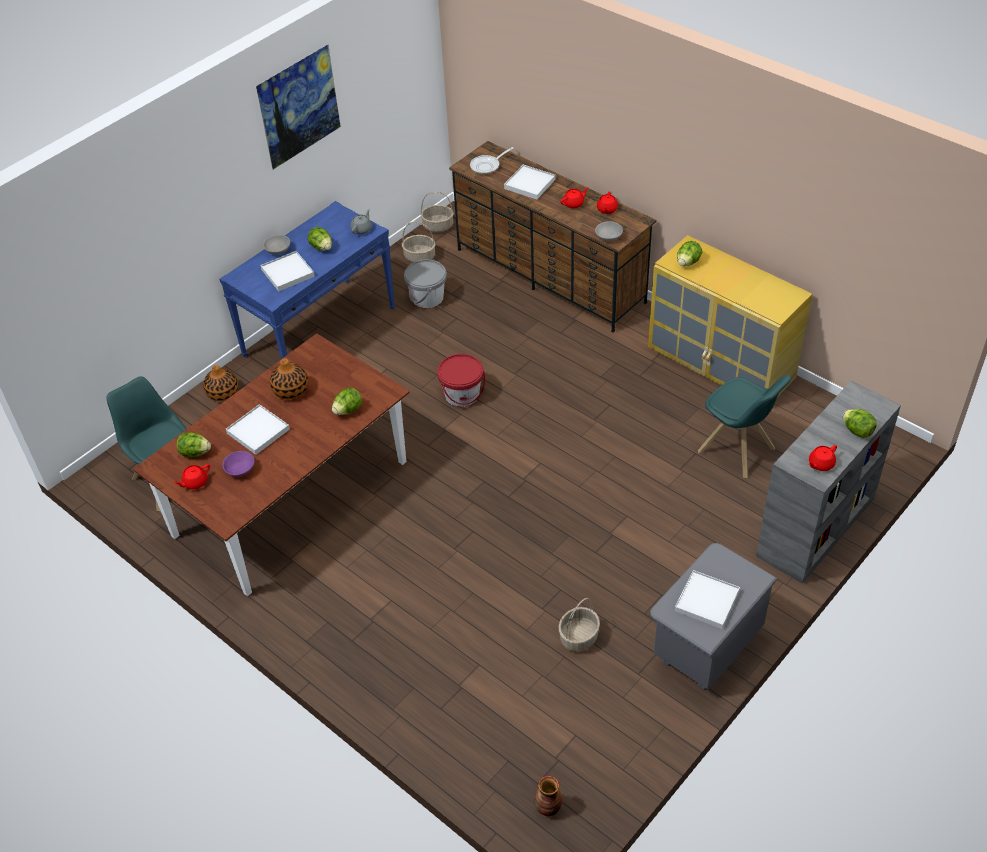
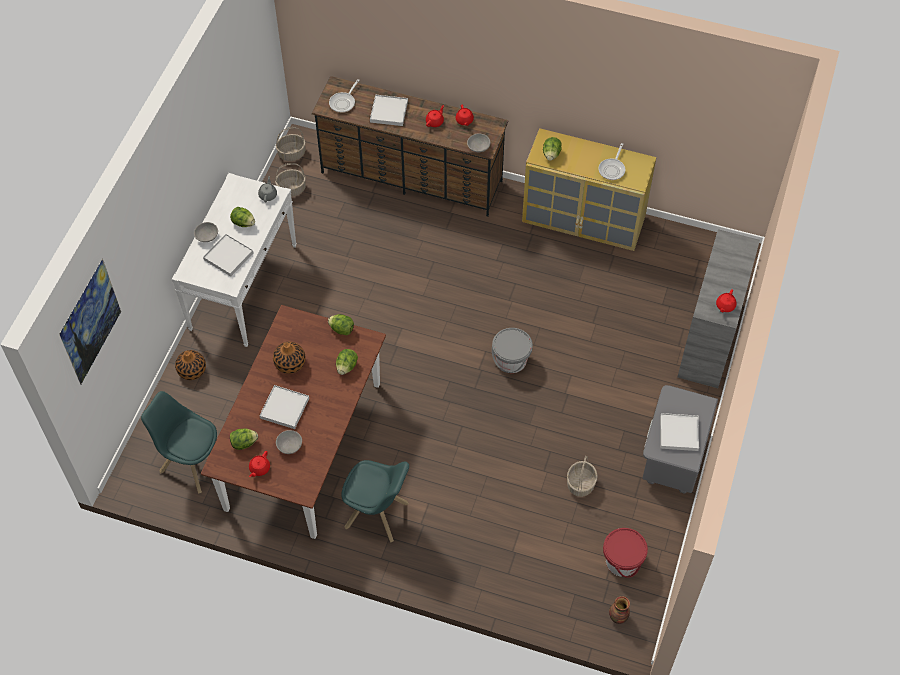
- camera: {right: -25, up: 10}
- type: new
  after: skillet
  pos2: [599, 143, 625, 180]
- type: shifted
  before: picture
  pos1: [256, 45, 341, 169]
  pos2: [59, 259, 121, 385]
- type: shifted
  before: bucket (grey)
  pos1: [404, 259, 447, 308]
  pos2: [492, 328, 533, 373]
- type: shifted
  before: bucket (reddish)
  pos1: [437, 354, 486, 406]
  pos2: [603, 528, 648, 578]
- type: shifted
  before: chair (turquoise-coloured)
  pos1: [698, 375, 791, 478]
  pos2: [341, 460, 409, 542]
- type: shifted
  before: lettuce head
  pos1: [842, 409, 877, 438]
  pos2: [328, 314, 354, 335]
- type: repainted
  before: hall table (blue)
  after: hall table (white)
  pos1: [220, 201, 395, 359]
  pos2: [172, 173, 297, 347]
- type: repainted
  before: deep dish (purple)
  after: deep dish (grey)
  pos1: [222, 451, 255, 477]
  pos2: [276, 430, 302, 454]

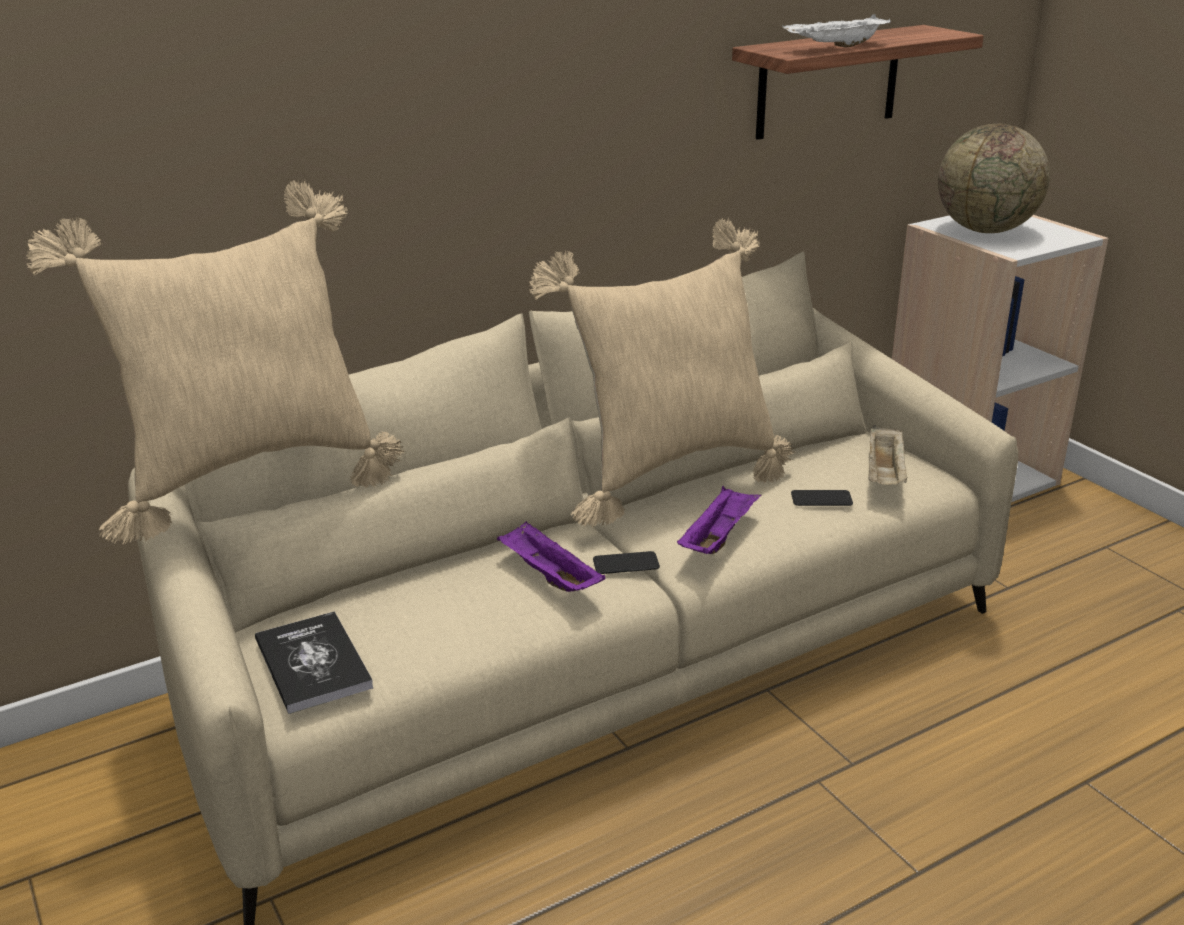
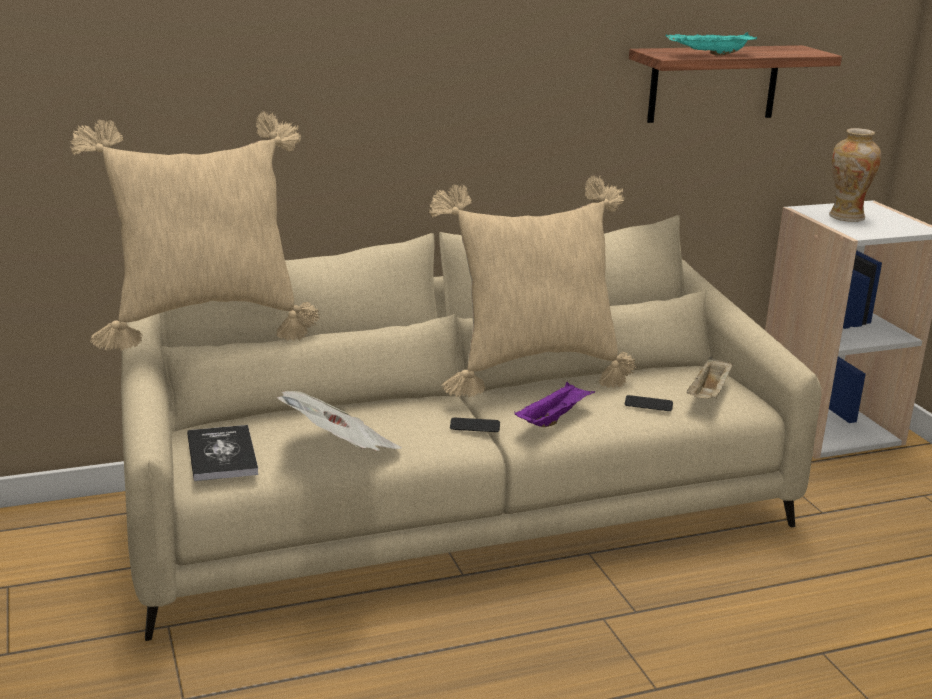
- camera: {right: 10, up: -5}
- type: gone
  before: carrying tray (purple)
  pos1: [497, 521, 606, 592]
- type: new
  after: daily paper
  pos2: [277, 391, 402, 451]
- type: swapped
  before: desk globe
  after: vase
  pos1: [938, 124, 1050, 233]
  pos2: [829, 128, 881, 222]
- type: repainted
  before: carrying tray (white)
  after: carrying tray (turquoise-coloured)
  pos1: [782, 14, 891, 48]
  pos2: [666, 32, 757, 56]

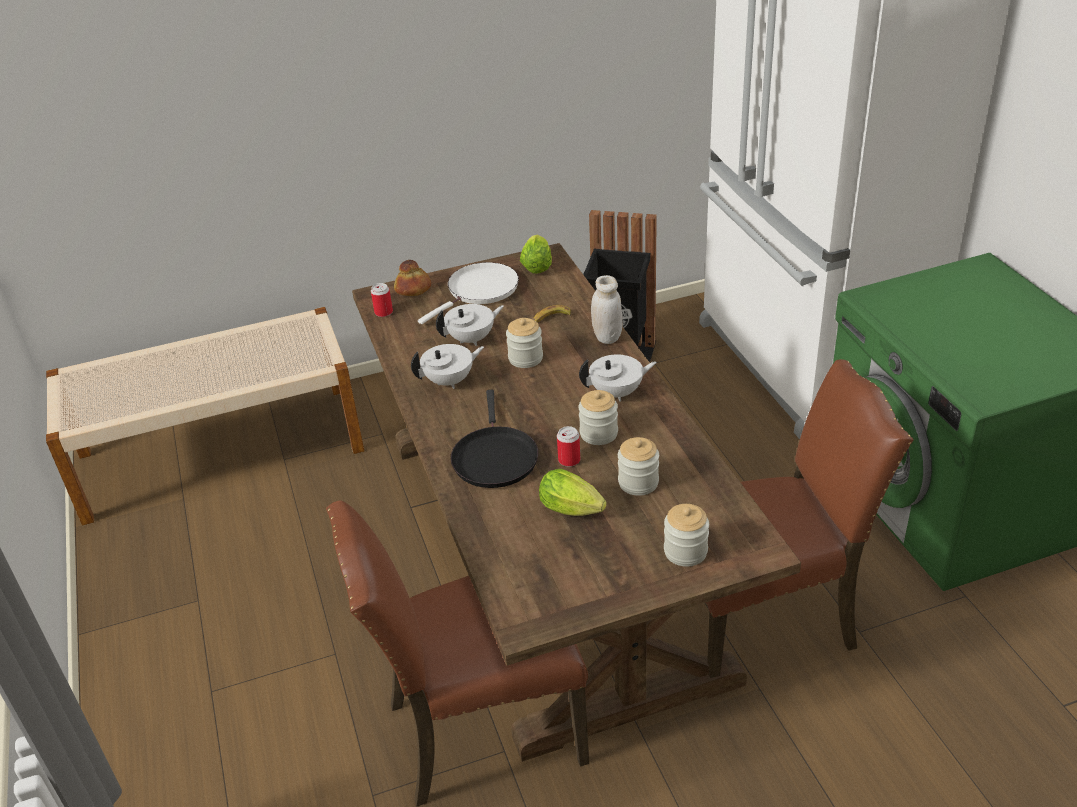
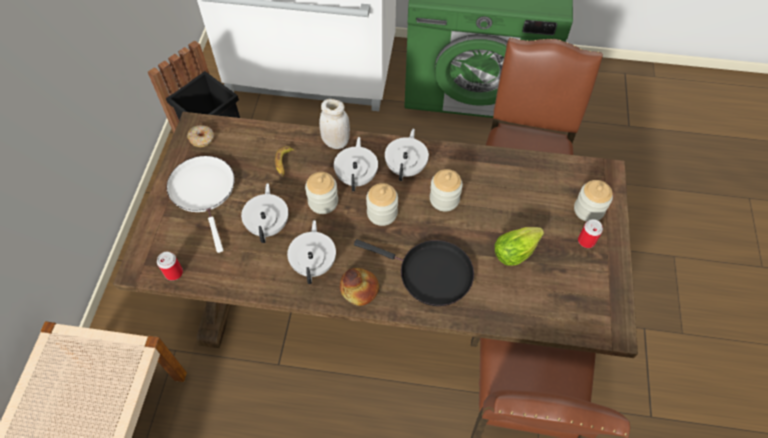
- camera: {right: -65, up: 20}
- type: new
  after: teapot (white)
  pos2: [334, 137, 378, 192]
- type: shifted
  before: bread
  pos1: [394, 260, 431, 296]
  pos2: [340, 268, 379, 306]
- type: shifted
  before: metal can
  pos1: [557, 426, 580, 467]
  pos2: [578, 219, 603, 248]
- type: shifted
  before: jar
  pos1: [618, 437, 659, 496]
  pos2: [366, 183, 398, 226]
- type: swapped
  before: lettuce head
  after: doughnut
  pos1: [520, 234, 552, 274]
  pos2: [187, 125, 214, 147]

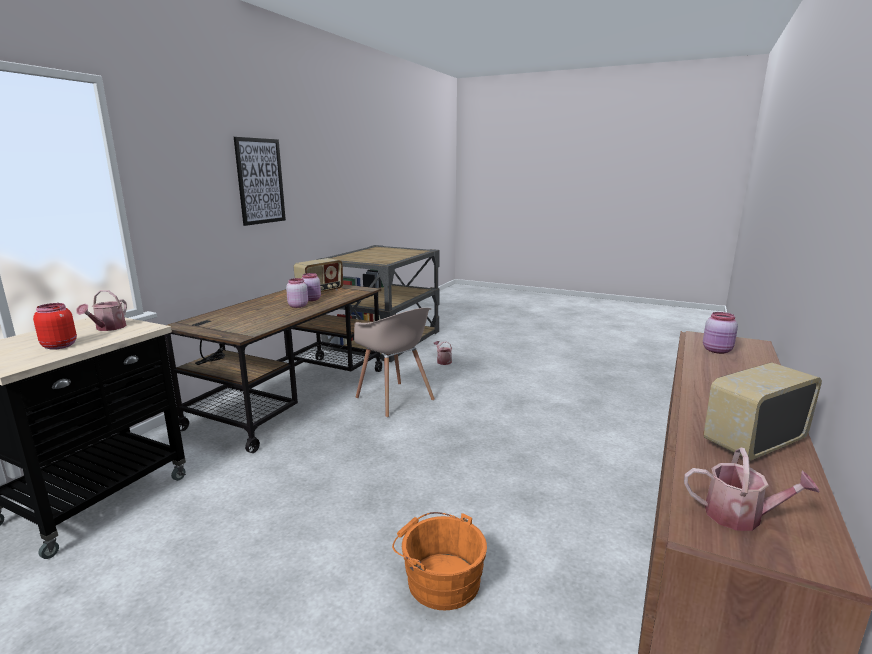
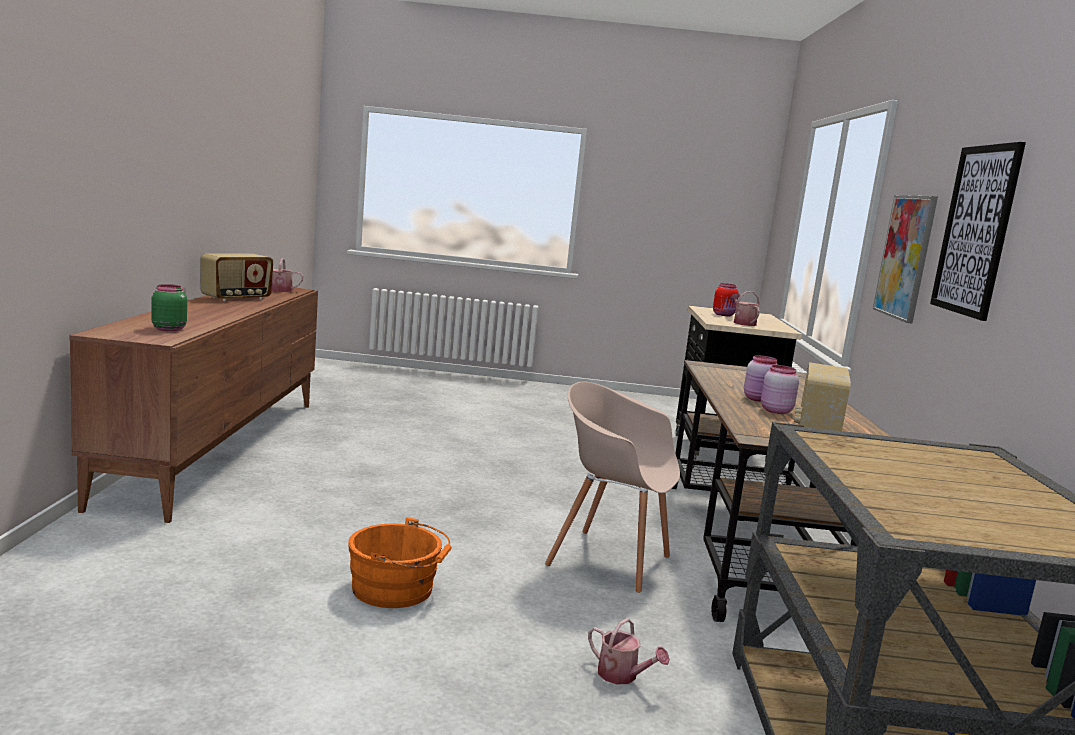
- camera: {right: 155, up: -5}
- type: new
  after: picture
  pos2: [873, 195, 938, 324]
- type: shifted
  before: bucket (orangey)
  pos1: [392, 512, 487, 610]
  pos2: [348, 517, 452, 608]
- type: repainted
  before: jar (pink)
  after: jar (green-coloured)
  pos1: [703, 312, 738, 354]
  pos2: [152, 284, 187, 331]

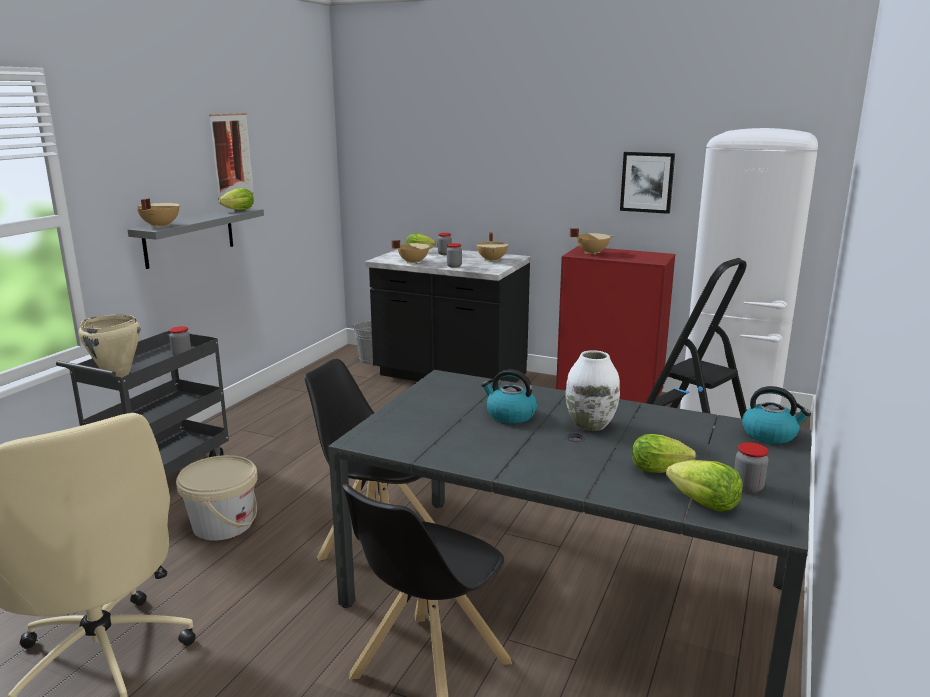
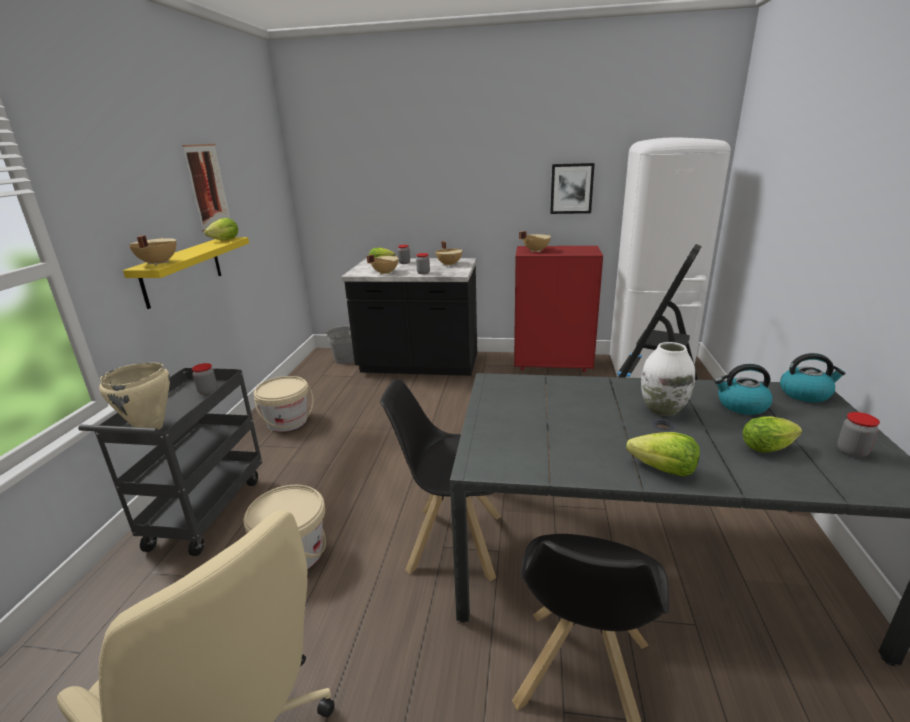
- camera: {right: -15, up: 5}
- type: new
  after: bucket (sand-coloured)
  pos2: [254, 376, 313, 432]
- type: shifted
  before: tea kettle
  pos1: [481, 369, 537, 423]
  pos2: [714, 364, 773, 415]
- type: shifted
  before: lettuce head
  pos1: [666, 460, 743, 512]
  pos2: [626, 432, 700, 476]
- type: repainted
  before: shelf (grey)
  after: shelf (yellow-coloured)
  pos1: [127, 208, 264, 269]
  pos2: [123, 237, 249, 309]

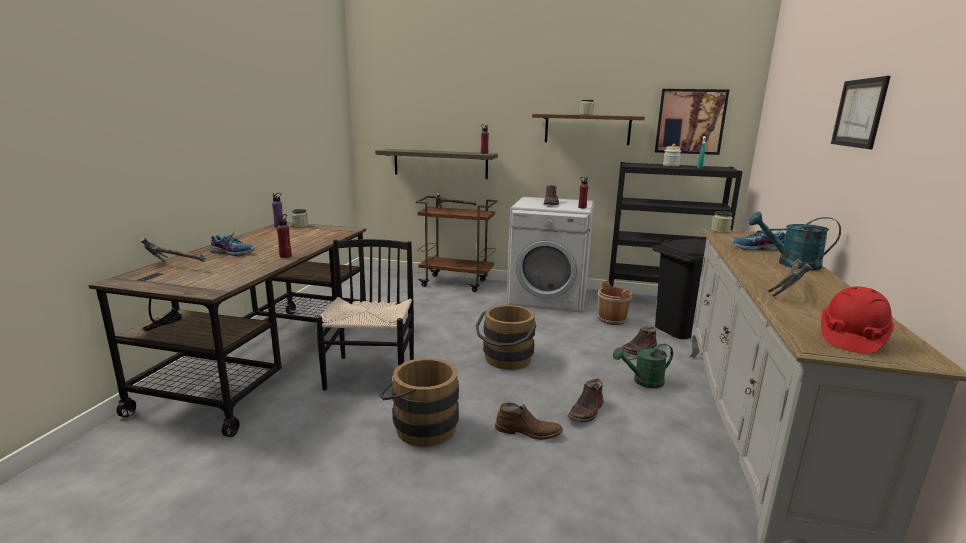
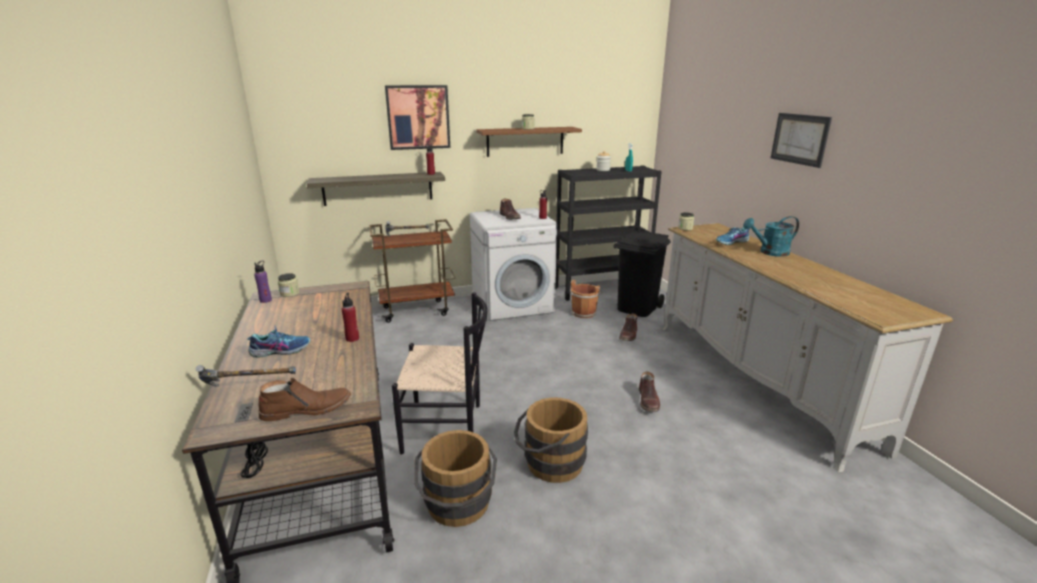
- camera: {right: -30, up: 5}
- type: gone
  before: sprinkling can (green-coloured)
  pos1: [613, 344, 673, 389]
- type: gone
  before: hand hammer
  pos1: [768, 259, 812, 297]
- type: gone
  before: work helmet (reddish)
  pos1: [821, 286, 895, 354]
- type: shifted
  before: bucket (brownish)
  pos1: [476, 305, 537, 370]
  pos2: [414, 430, 497, 527]
- type: shifted
  before: tall boot (brownish)
  pos1: [495, 402, 563, 440]
  pos2: [258, 378, 351, 421]
- type: shifted
  before: picture
  pos1: [655, 89, 729, 155]
  pos2: [385, 85, 450, 150]
- type: rotated
  before: chair (black)
  pos1: [316, 239, 414, 390]
  pos2: [392, 292, 488, 454]
  turn: 120

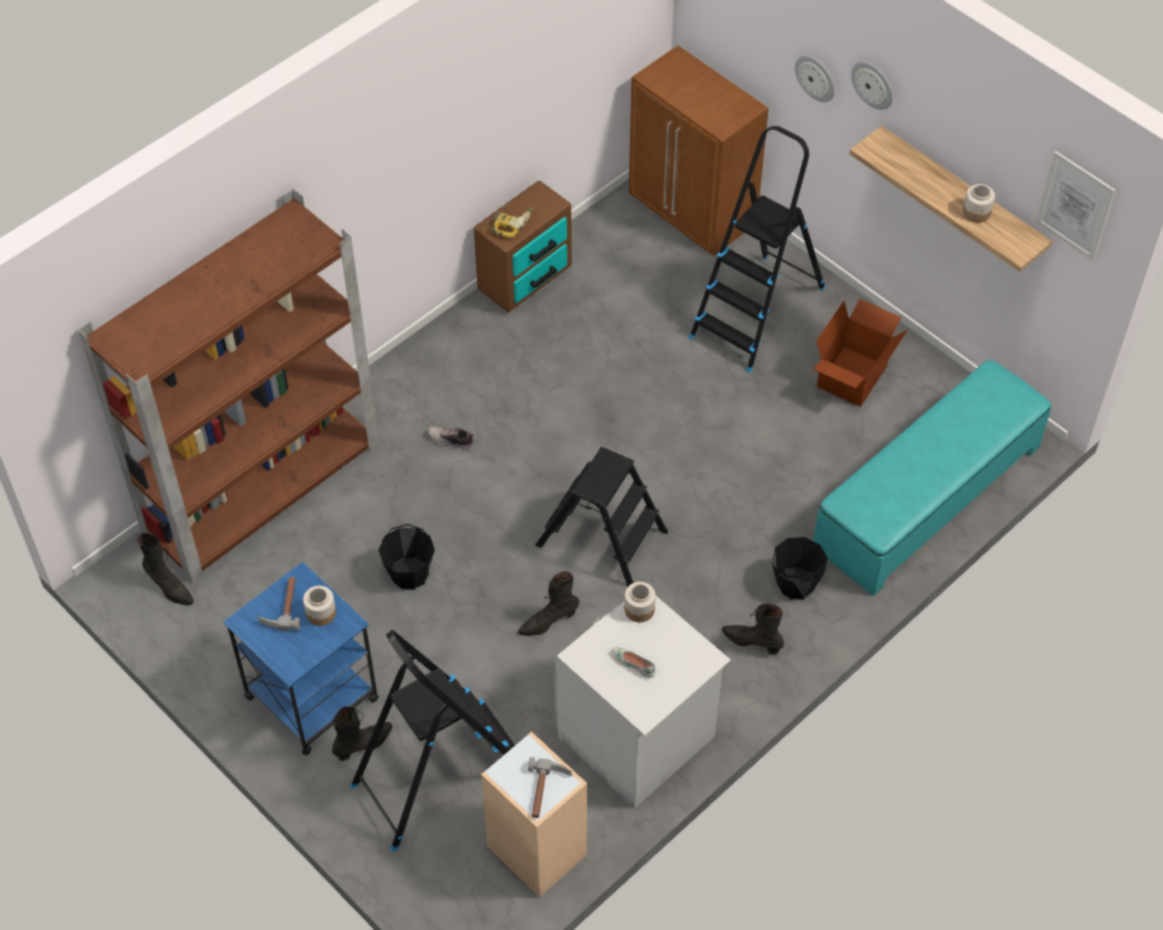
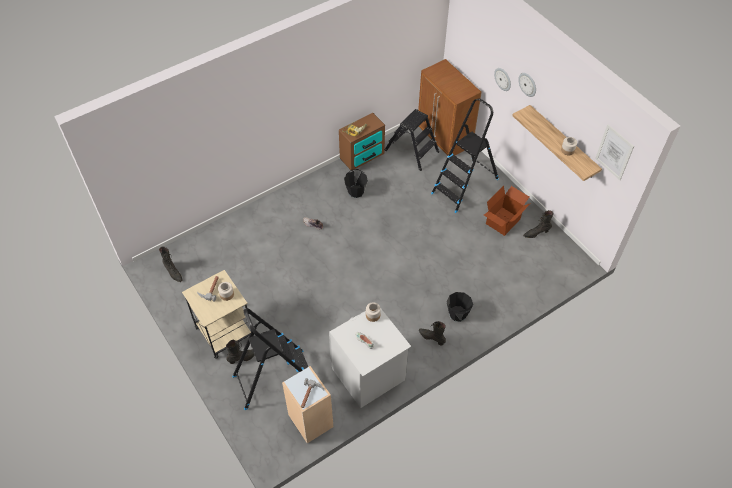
- camera: {right: 10, up: 0}
- type: gone
  before: shelving unit (brownish)
  pos1: [78, 189, 379, 583]
- type: gone
  before: bench (turquoise-coloured)
  pos1: [813, 360, 1051, 596]
- type: shifted
  before: bucket (black)
  pos1: [379, 524, 435, 590]
  pos2: [344, 169, 368, 198]
- type: shifted
  before: tall boot (black)
  pos1: [518, 571, 580, 636]
  pos2: [523, 210, 553, 238]
- type: shifted
  before: step ladder (black)
  pos1: [535, 447, 668, 586]
  pos2: [384, 109, 439, 171]
- type: repainted
  before: cart (blue)
  after: cart (sand-coloured)
  pos1: [223, 561, 379, 756]
  pos2: [182, 270, 252, 359]

